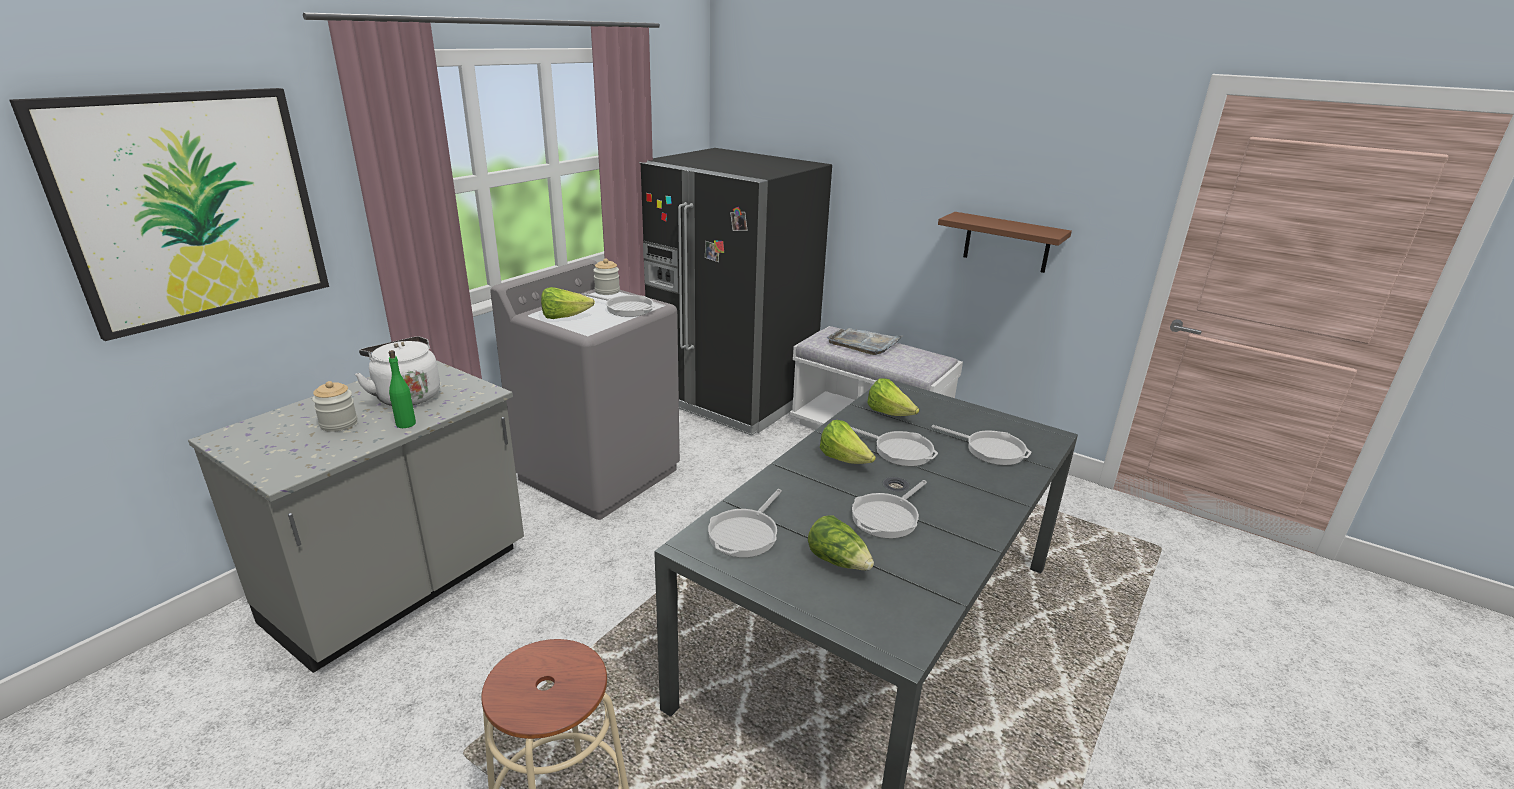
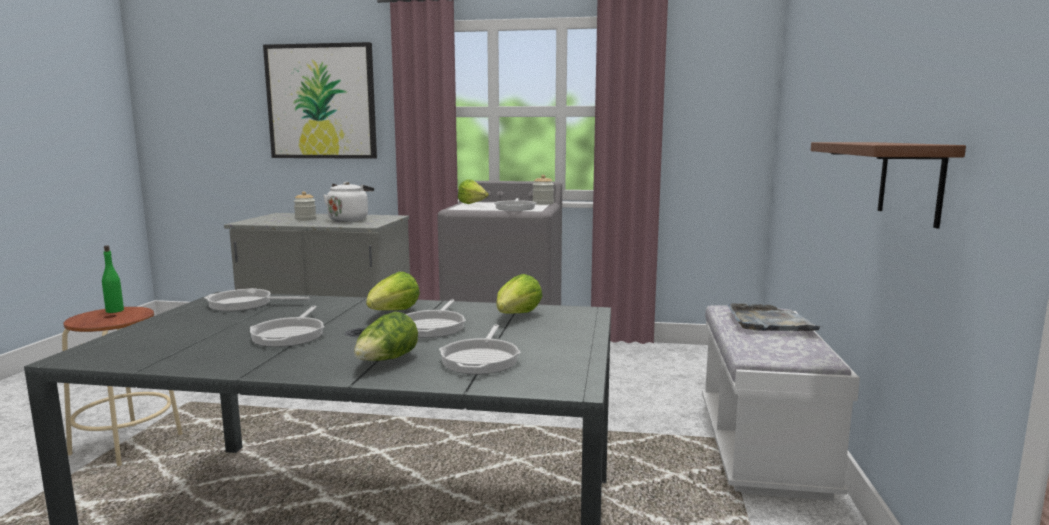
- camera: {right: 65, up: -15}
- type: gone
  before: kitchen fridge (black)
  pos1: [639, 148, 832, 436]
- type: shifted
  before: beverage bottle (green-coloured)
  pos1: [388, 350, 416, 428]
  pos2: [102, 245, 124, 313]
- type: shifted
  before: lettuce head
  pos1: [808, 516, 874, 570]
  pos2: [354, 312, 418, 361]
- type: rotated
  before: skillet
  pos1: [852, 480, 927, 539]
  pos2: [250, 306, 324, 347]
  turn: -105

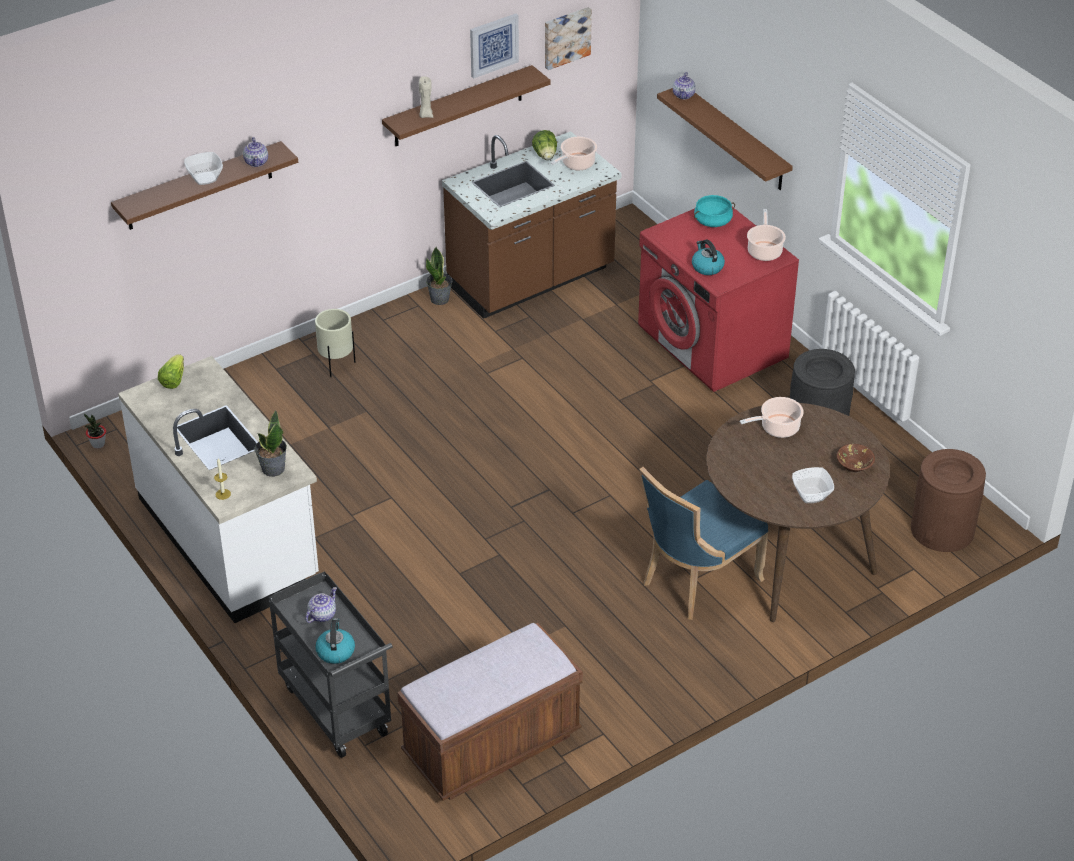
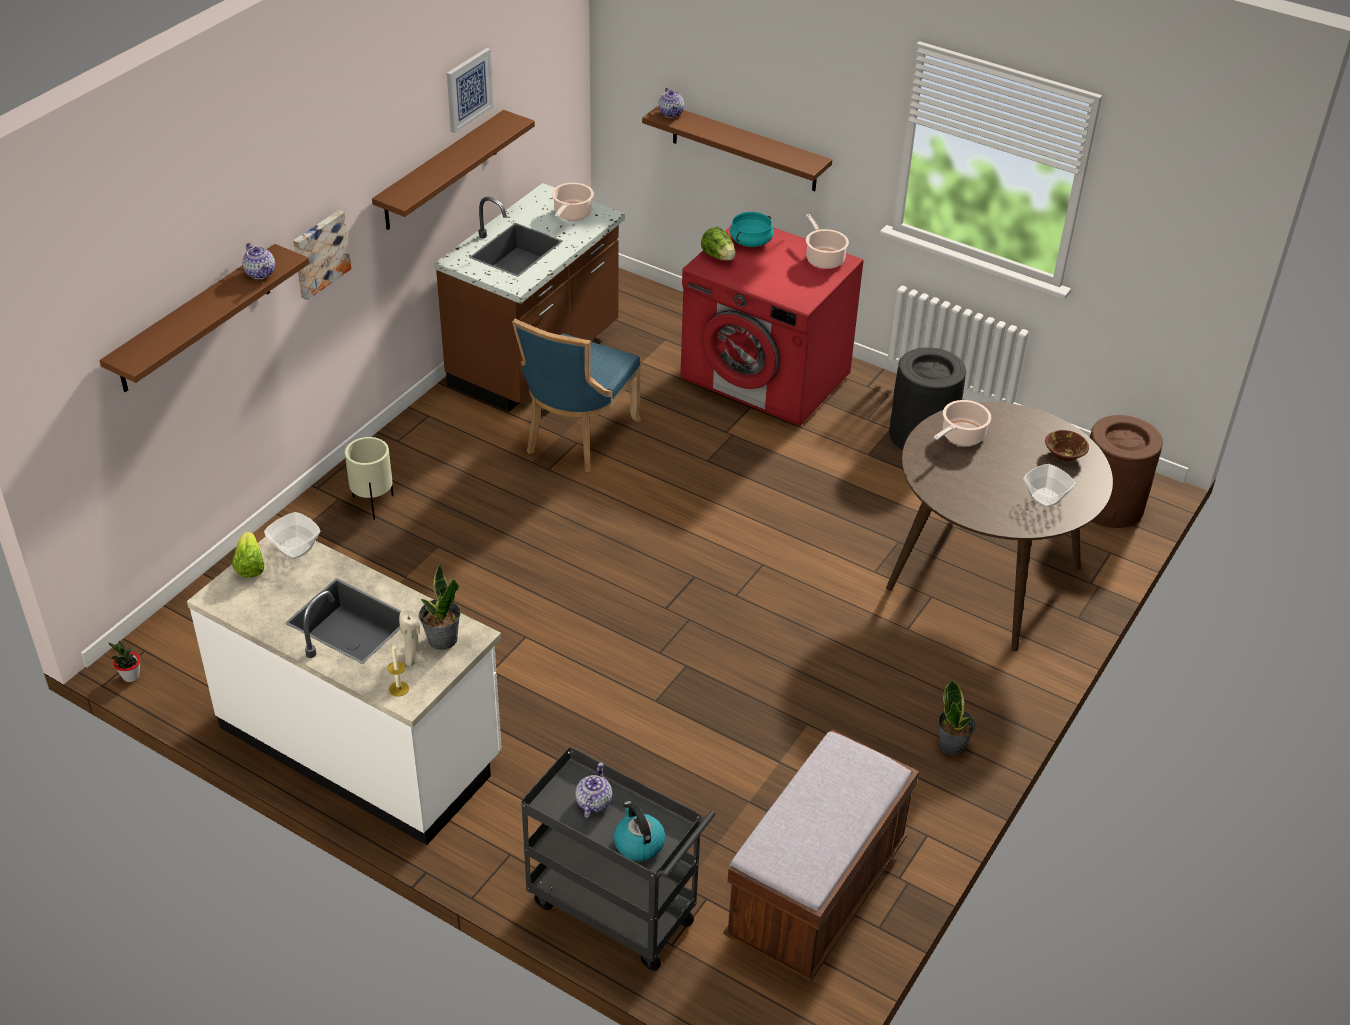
- camera: {right: -25, up: 0}
- type: gone
  before: tea kettle
  pos1: [692, 240, 725, 275]
- type: shifted
  before: deep dish
  pos1: [184, 152, 223, 185]
  pos2: [264, 512, 320, 559]
- type: shifted
  before: wax light (sand-coloured)
  pos1: [419, 76, 433, 118]
  pos2: [399, 609, 427, 666]
- type: shifted
  before: plant in a pot
  pos1: [426, 247, 452, 305]
  pos2: [938, 679, 976, 756]
- type: shifted
  before: lettuce head
  pos1: [532, 130, 557, 160]
  pos2: [701, 227, 736, 261]
- type: shifted
  before: picture
  pos1: [545, 7, 592, 70]
  pos2: [293, 210, 351, 300]
- type: shifted
  before: chair (blue)
  pos1: [639, 467, 768, 620]
  pos2: [512, 319, 641, 472]

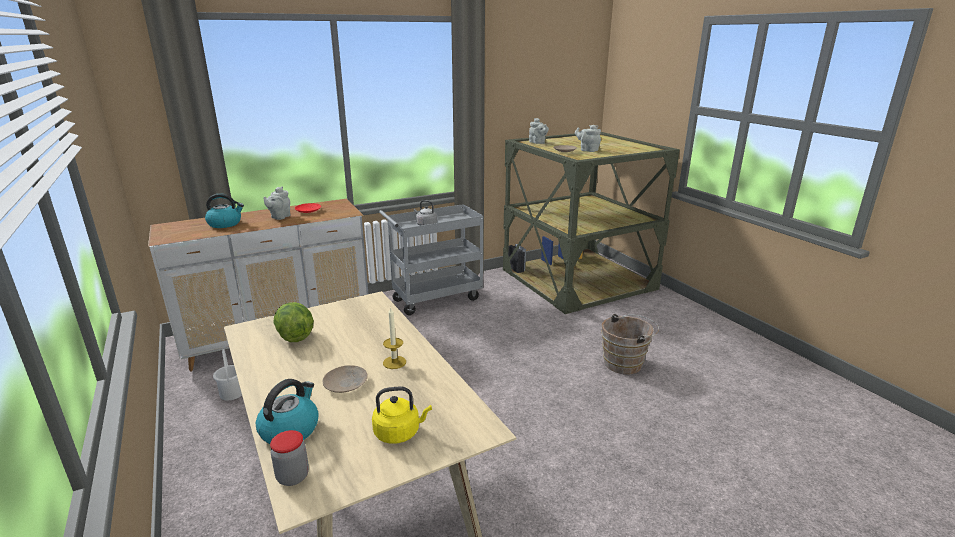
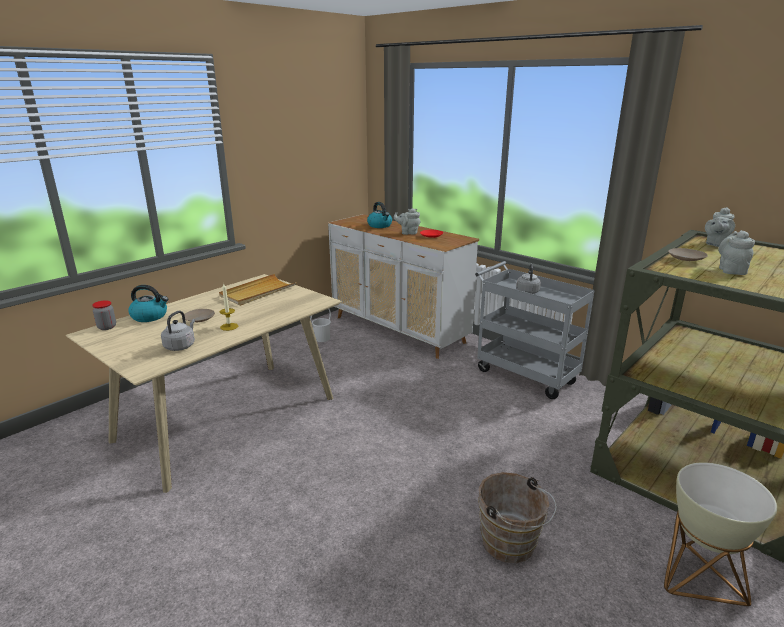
- camera: {right: 70, up: 0}
- type: gone
  before: tea kettle (yellow-coloured)
  pos1: [372, 387, 432, 444]
- type: new
  after: tea kettle (grey)
  pos2: [161, 311, 195, 351]
- type: new
  after: flower pot
  pos2: [664, 462, 777, 606]
- type: swapped
  before: lettuce head
  after: carrying tray (sand-coloured)
  pos1: [273, 302, 314, 342]
  pos2: [219, 274, 297, 306]

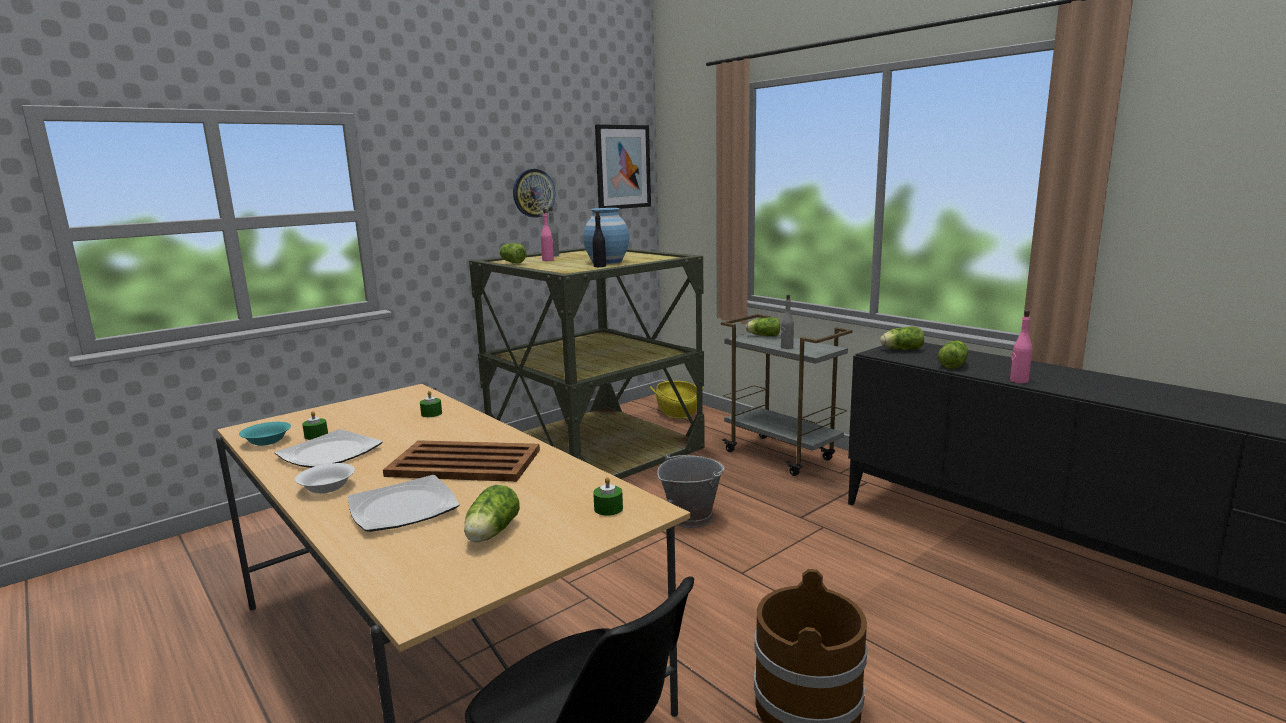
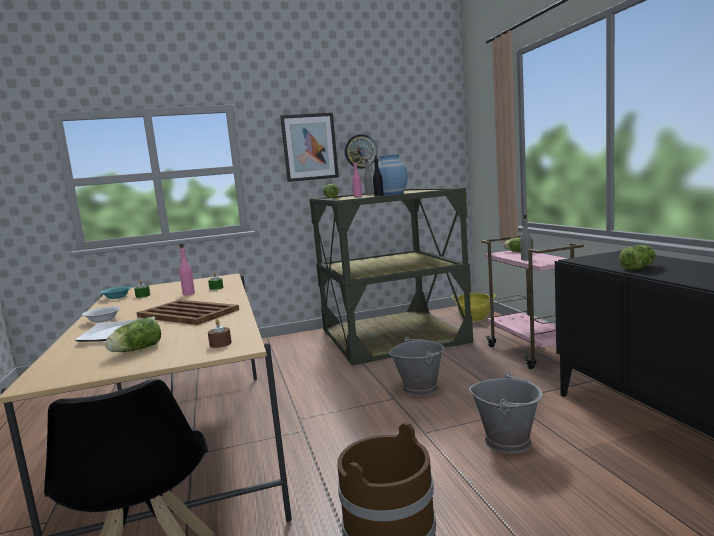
- camera: {right: 25, up: -5}
- type: gone
  before: flat dish
  pos1: [274, 429, 383, 468]
- type: gone
  before: lettuce head
  pos1: [880, 327, 924, 350]
- type: new
  after: bucket (grey)
  pos2: [469, 372, 543, 454]
- type: shifted
  before: picture
  pos1: [595, 124, 651, 209]
  pos2: [280, 113, 339, 182]
- type: shifted
  before: beverage bottle (pink)
  pos1: [1010, 310, 1032, 383]
  pos2: [179, 244, 195, 295]
- type: repainted
  before: wax light (green-coloured)
  after: wax light (brownish)
  pos1: [593, 477, 623, 516]
  pos2: [208, 319, 232, 348]
- type: repainted
  before: cart (grey)
  after: cart (pink)
  pos1: [721, 314, 853, 476]
  pos2: [481, 235, 584, 369]

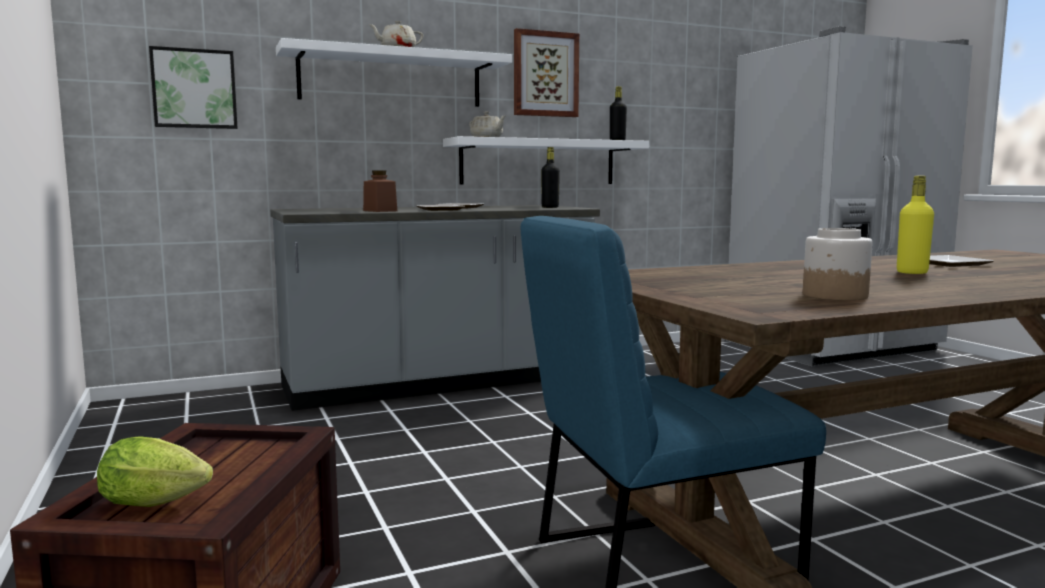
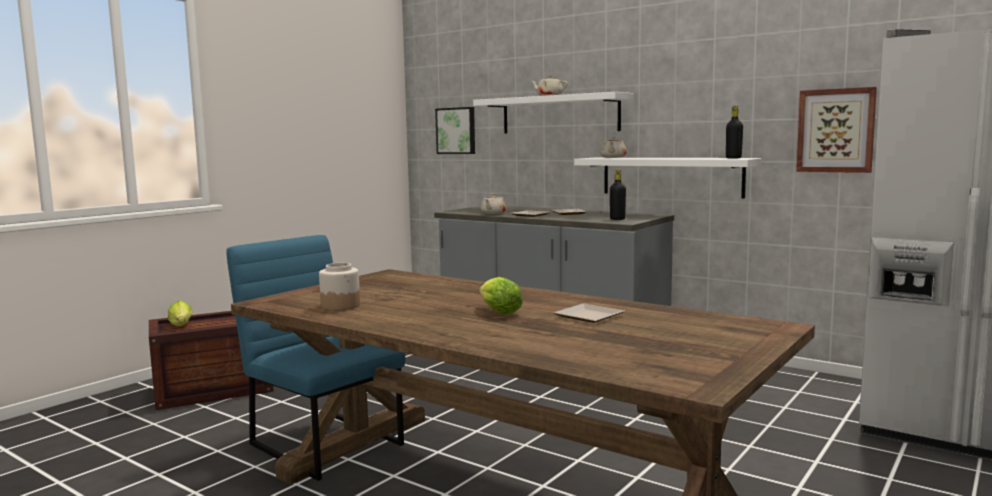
- camera: {right: 60, up: 0}
- type: shifted
  before: picture
  pos1: [514, 28, 579, 117]
  pos2: [796, 87, 877, 173]
- type: swapped
  before: jar (brownish)
  after: teapot (sand-coloured)
  pos1: [363, 170, 397, 212]
  pos2: [481, 193, 507, 214]
- type: swapped
  before: beverage bottle (yellow-coloured)
  after: lettuce head
  pos1: [897, 176, 934, 274]
  pos2: [479, 277, 523, 315]

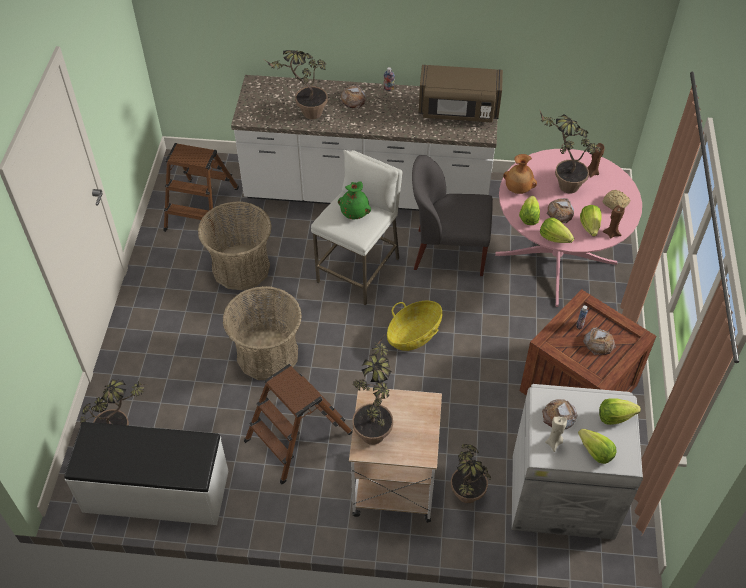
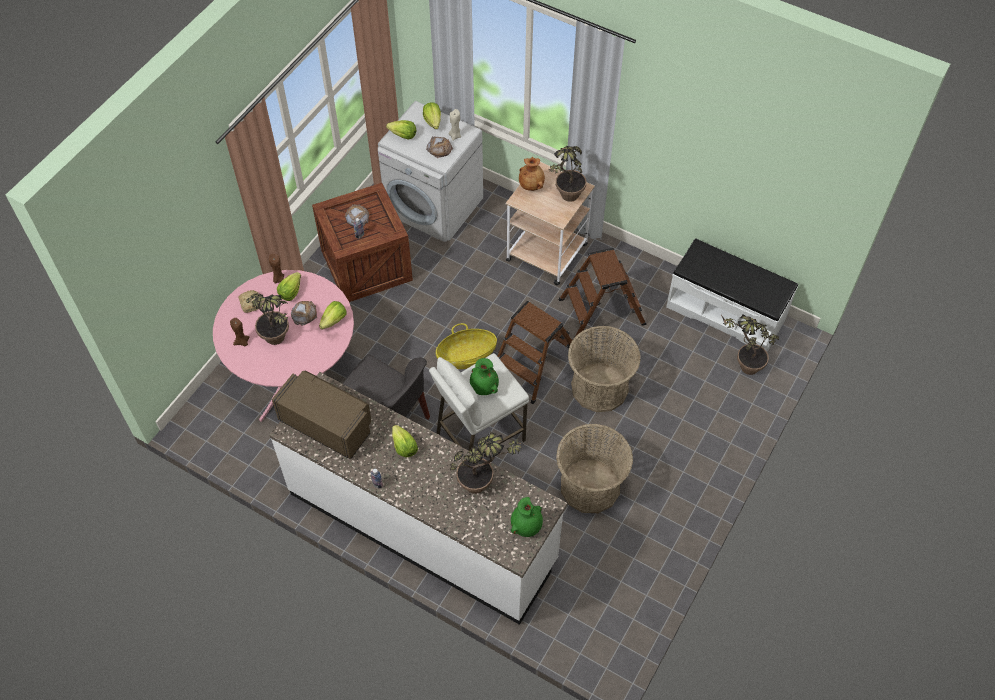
- camera: {right: -155, up: 5}
- type: gone
  before: bread
  pos1: [340, 85, 366, 108]
- type: gone
  before: plant in a pot
  pos1: [451, 444, 491, 503]
- type: new
  after: vase (green-coloured)
  pos2: [511, 497, 543, 537]
- type: shifted
  before: step ladder (brownish)
  pos1: [163, 143, 239, 239]
  pos2: [498, 300, 576, 404]
- type: shifted
  before: vase (brownish)
  pos1: [503, 154, 537, 194]
  pos2: [519, 157, 545, 191]
- type: shifted
  before: lettuce head
  pos1: [540, 217, 574, 243]
  pos2: [392, 425, 418, 457]

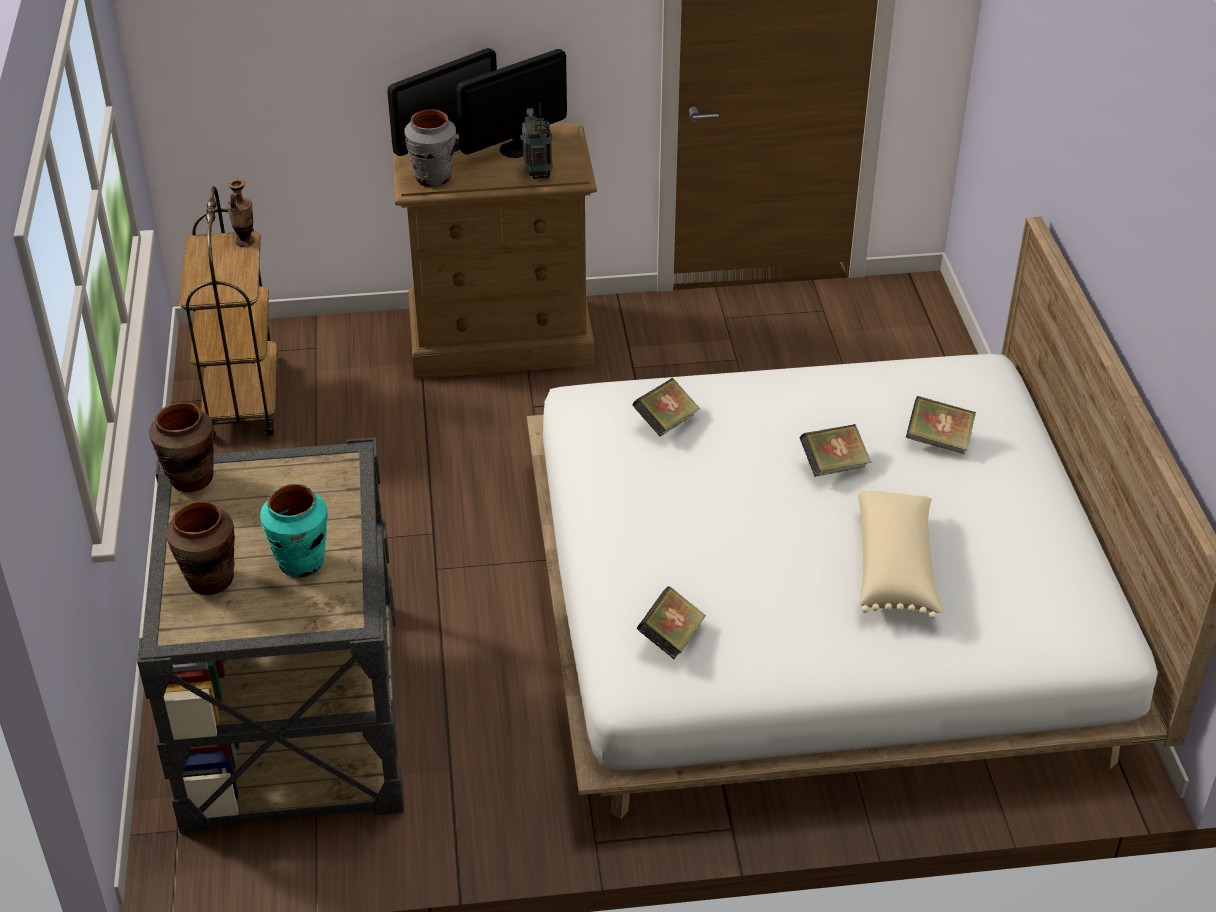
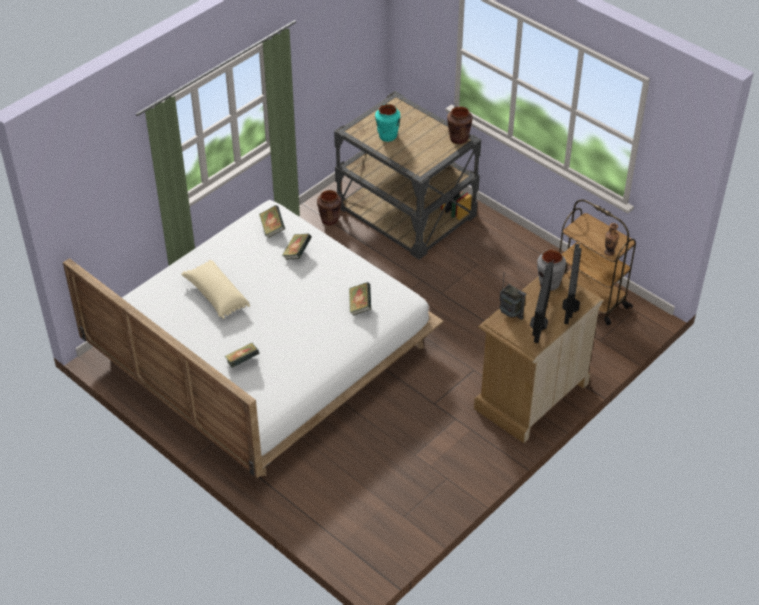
- camera: {right: 140, up: 5}
- type: shifted
  before: vase (brownish)
  pos1: [166, 501, 235, 595]
  pos2: [317, 190, 341, 225]
- type: shifted
  before: book
  pos1: [799, 424, 871, 477]
  pos2: [282, 233, 312, 260]

